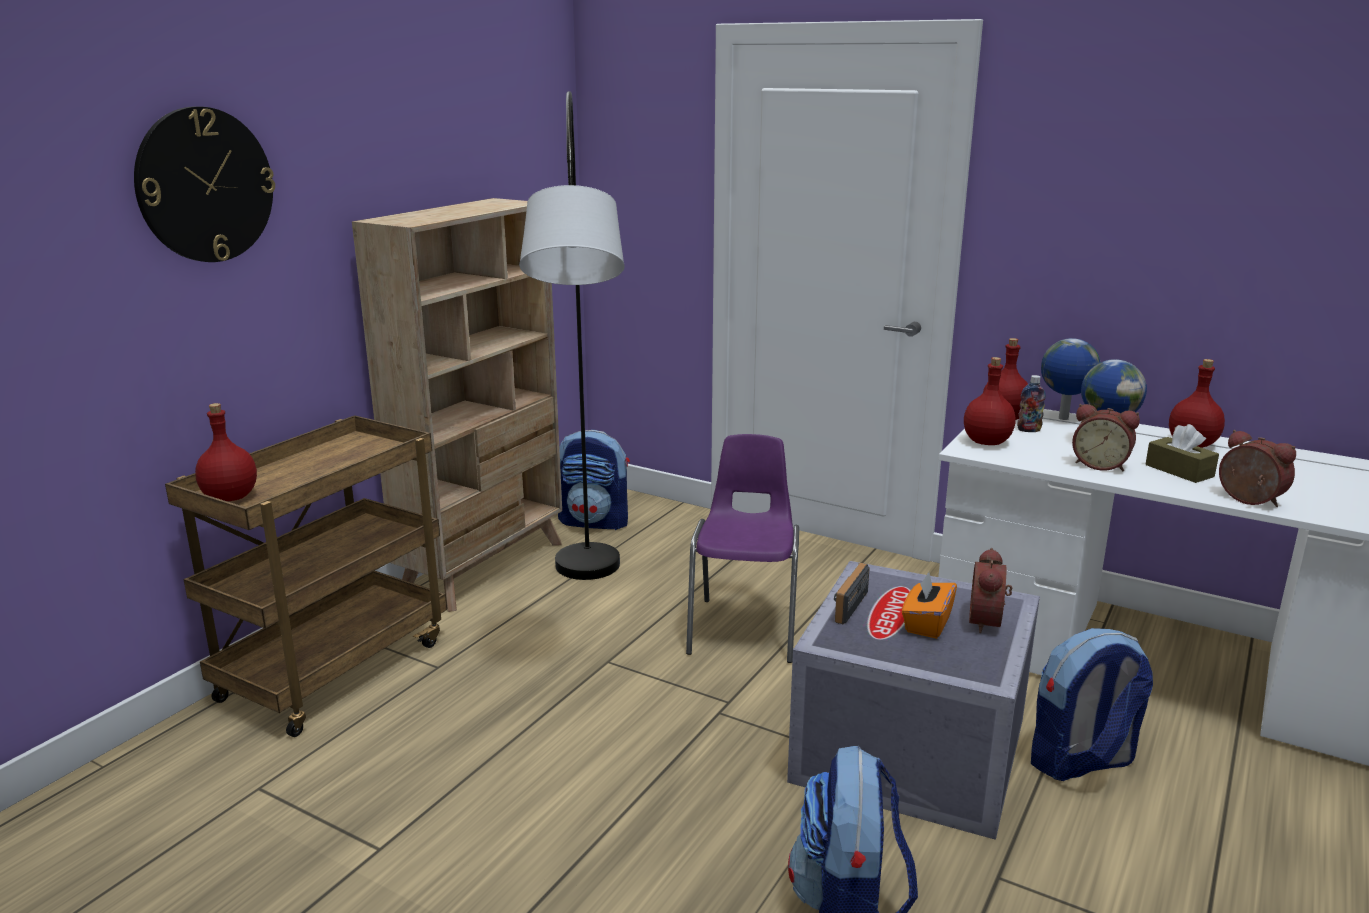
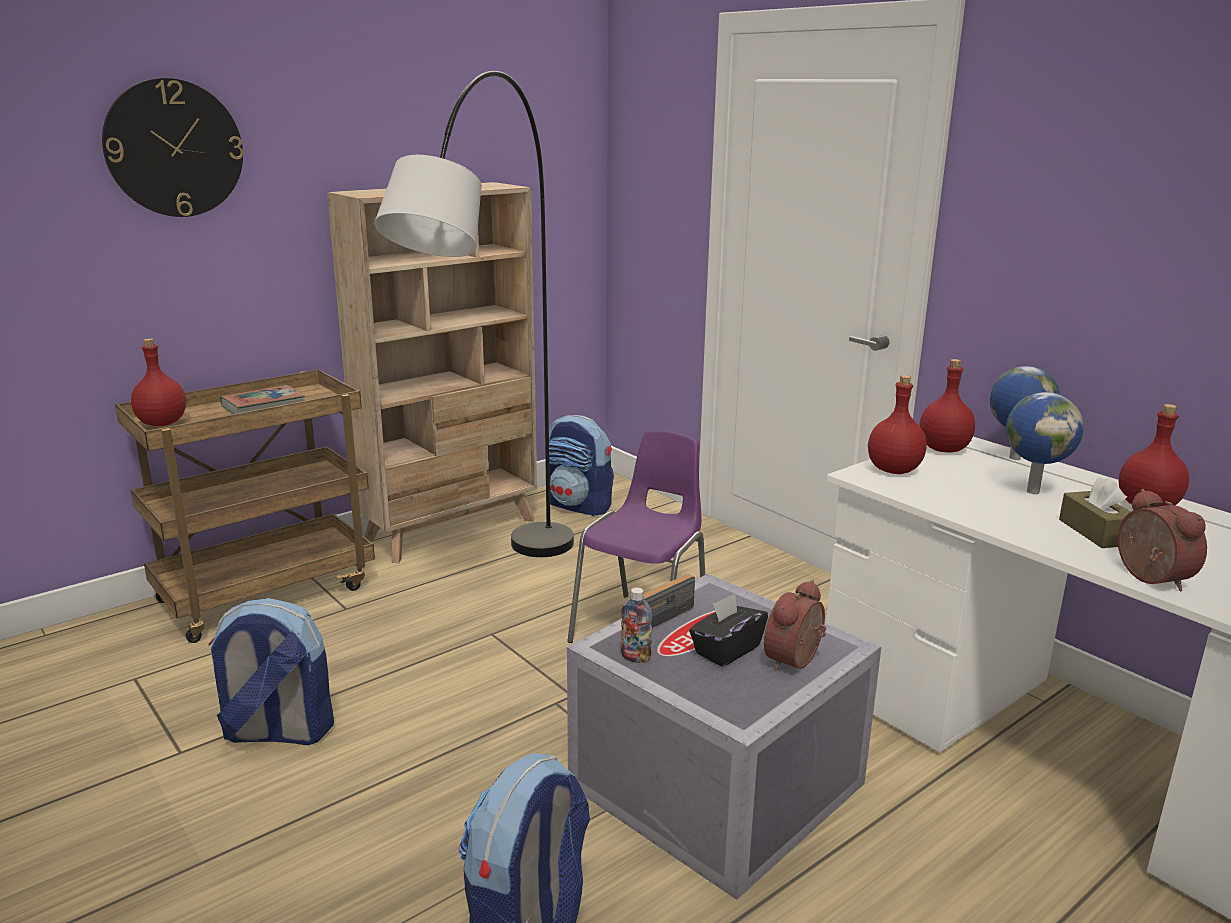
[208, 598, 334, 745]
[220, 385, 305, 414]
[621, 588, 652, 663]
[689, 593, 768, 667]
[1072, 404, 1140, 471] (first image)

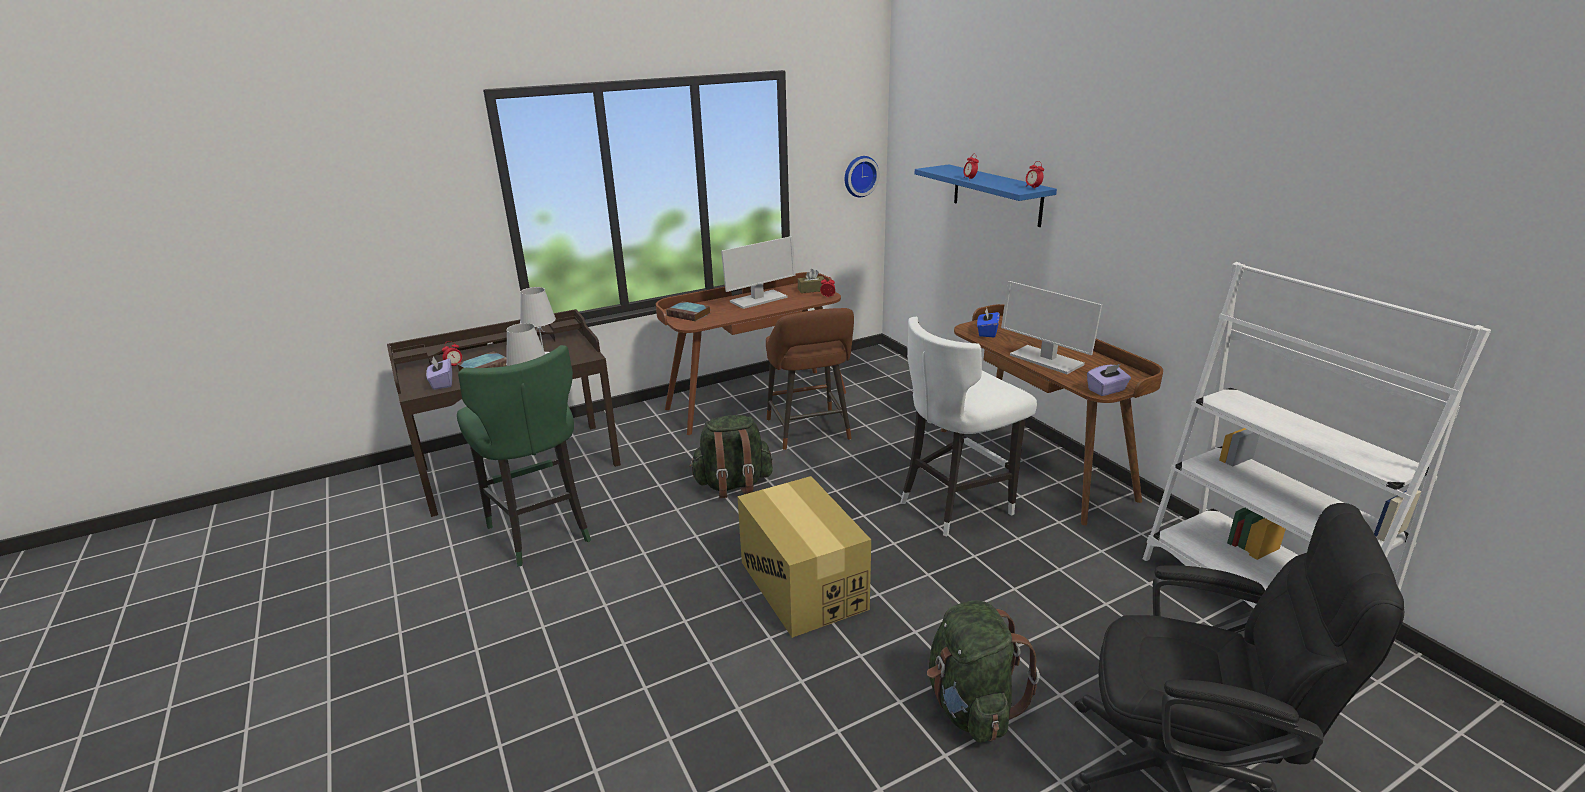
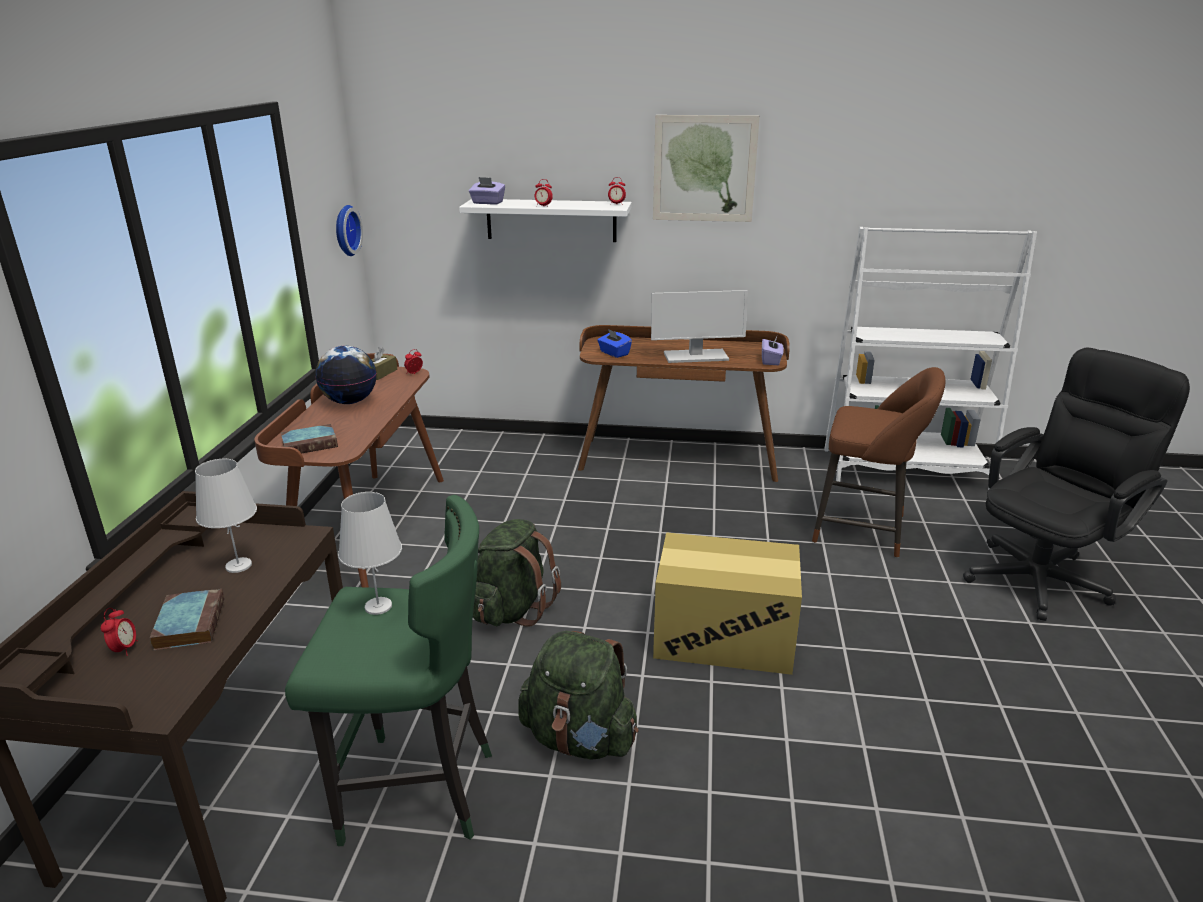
[316, 346, 376, 404]
[459, 199, 632, 242]
[469, 177, 505, 205]
[518, 631, 639, 759]
[653, 115, 760, 222]
[812, 367, 946, 558]
[901, 317, 1037, 537] (first image)

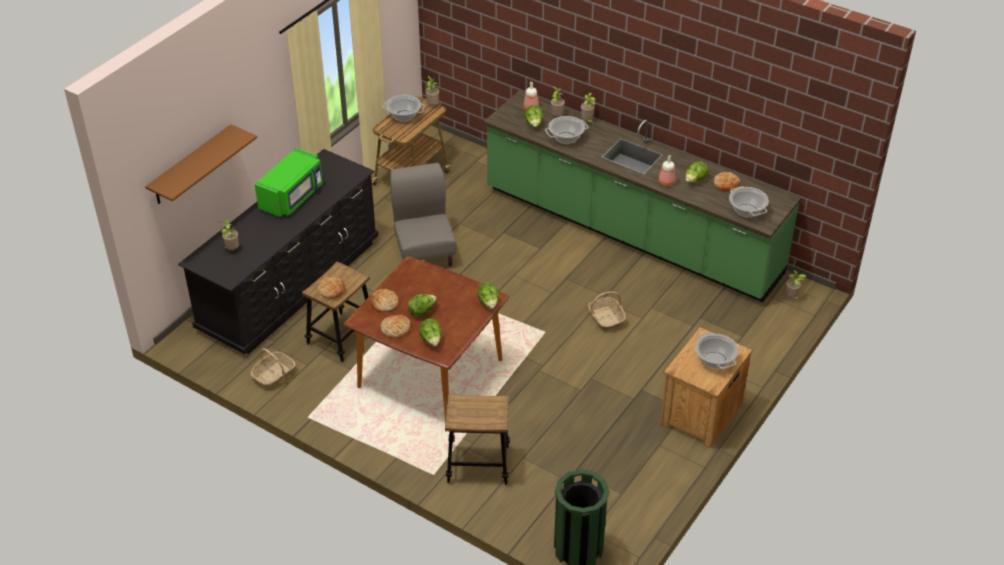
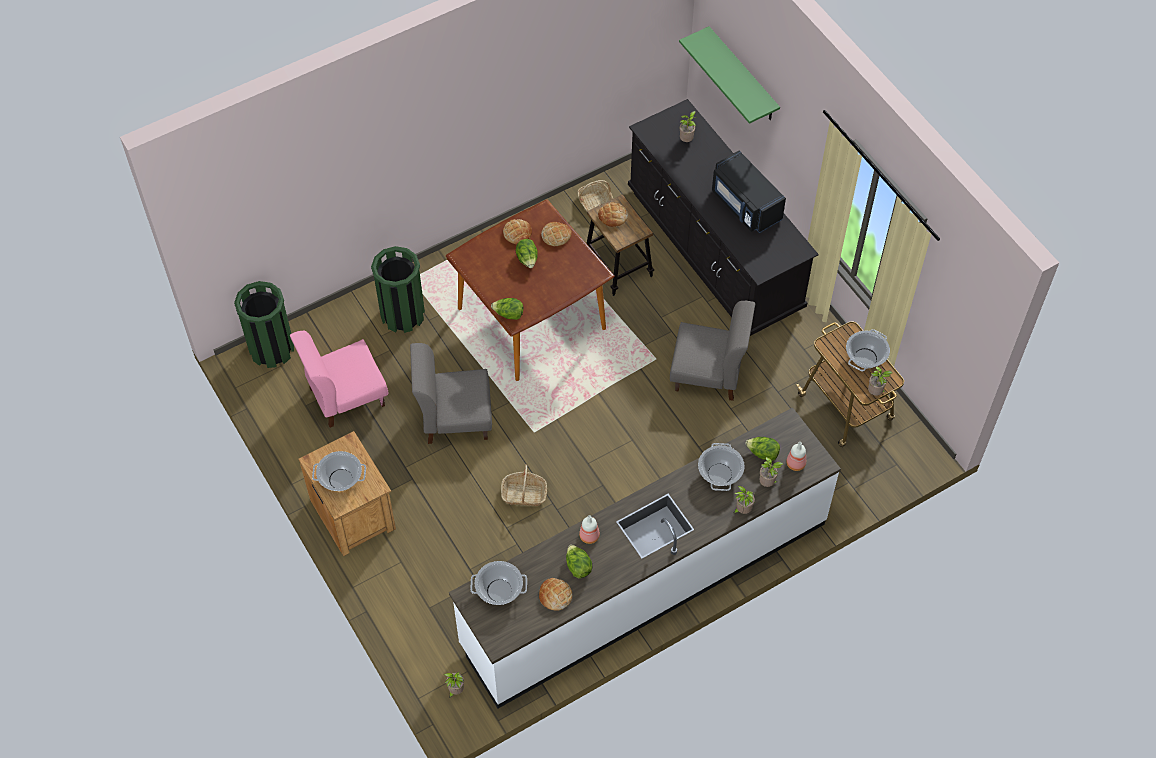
[290, 331, 388, 428]
[371, 246, 425, 333]
[410, 343, 492, 444]
[449, 407, 841, 708]
[679, 26, 780, 124]
[712, 151, 786, 233]
[419, 318, 442, 346] (first image)

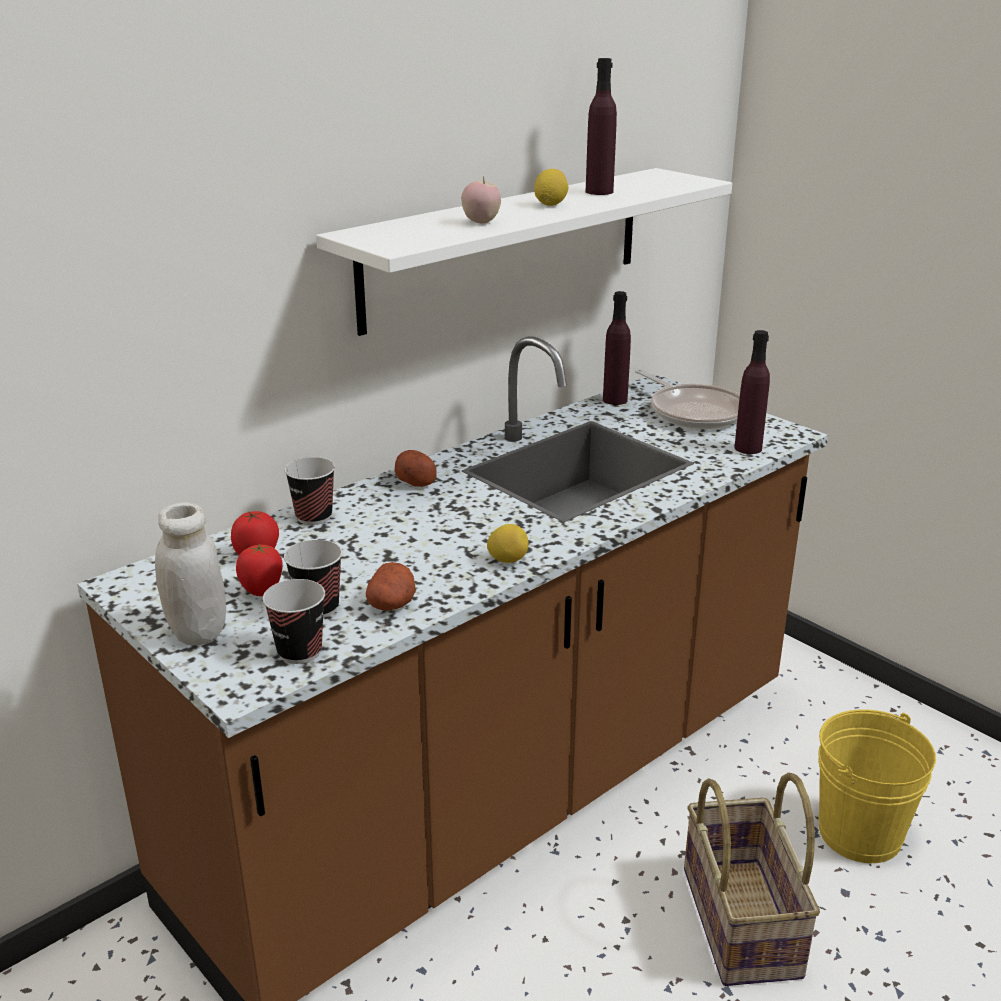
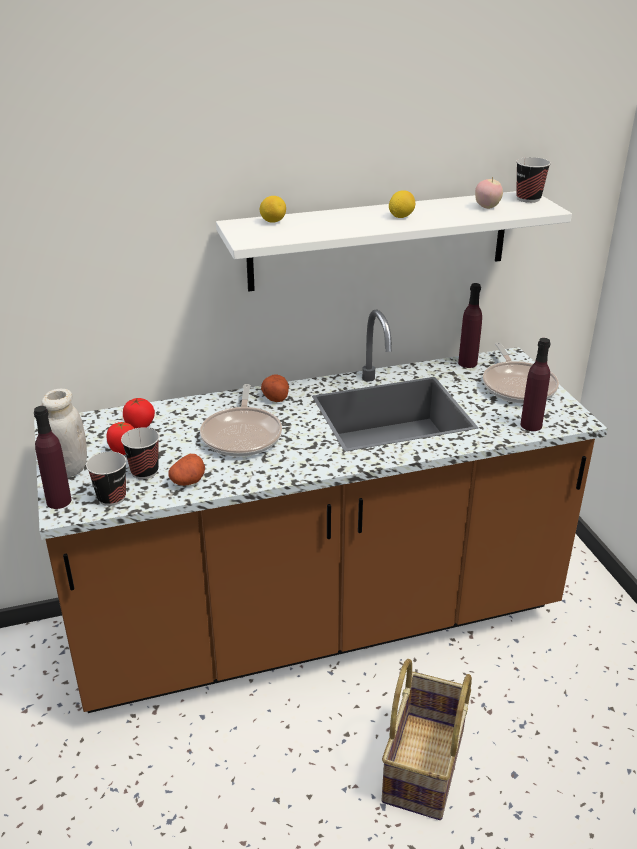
[34, 406, 72, 509]
[200, 384, 282, 457]
[260, 196, 286, 223]
[475, 177, 503, 209]
[516, 157, 551, 203]
[818, 709, 936, 863] (first image)

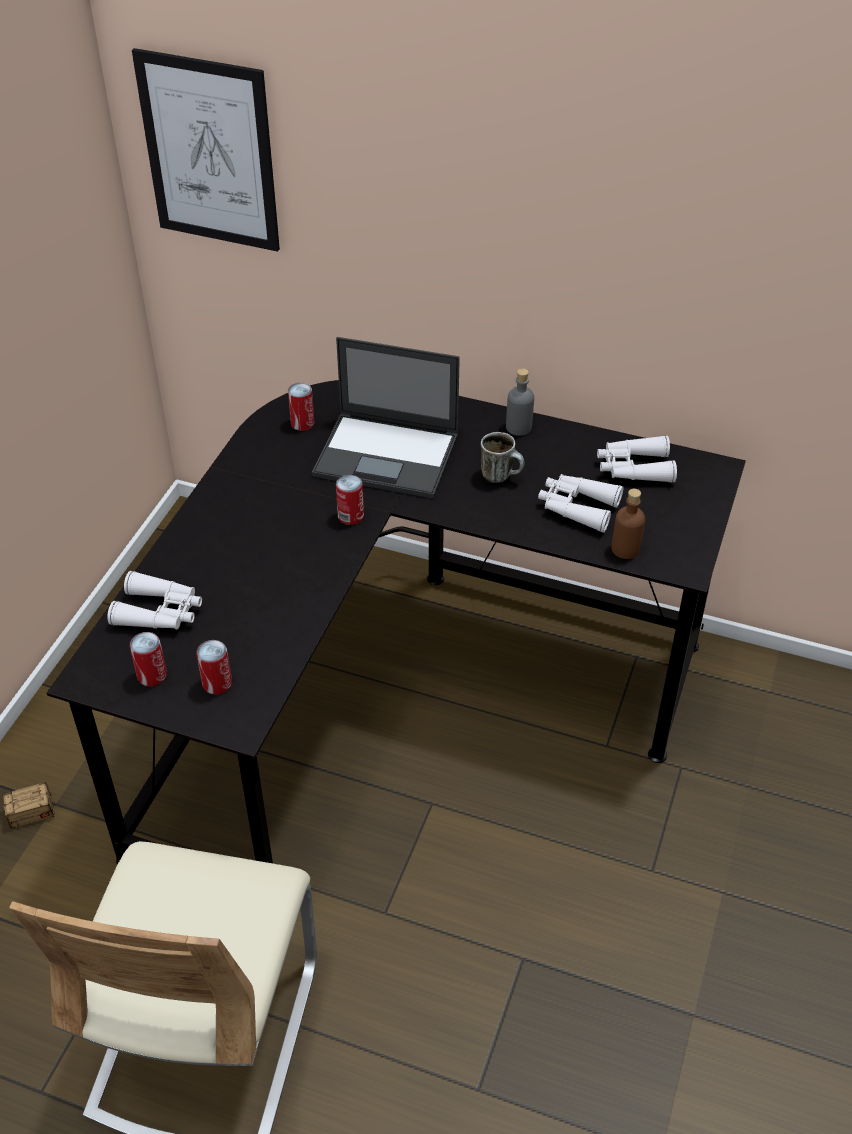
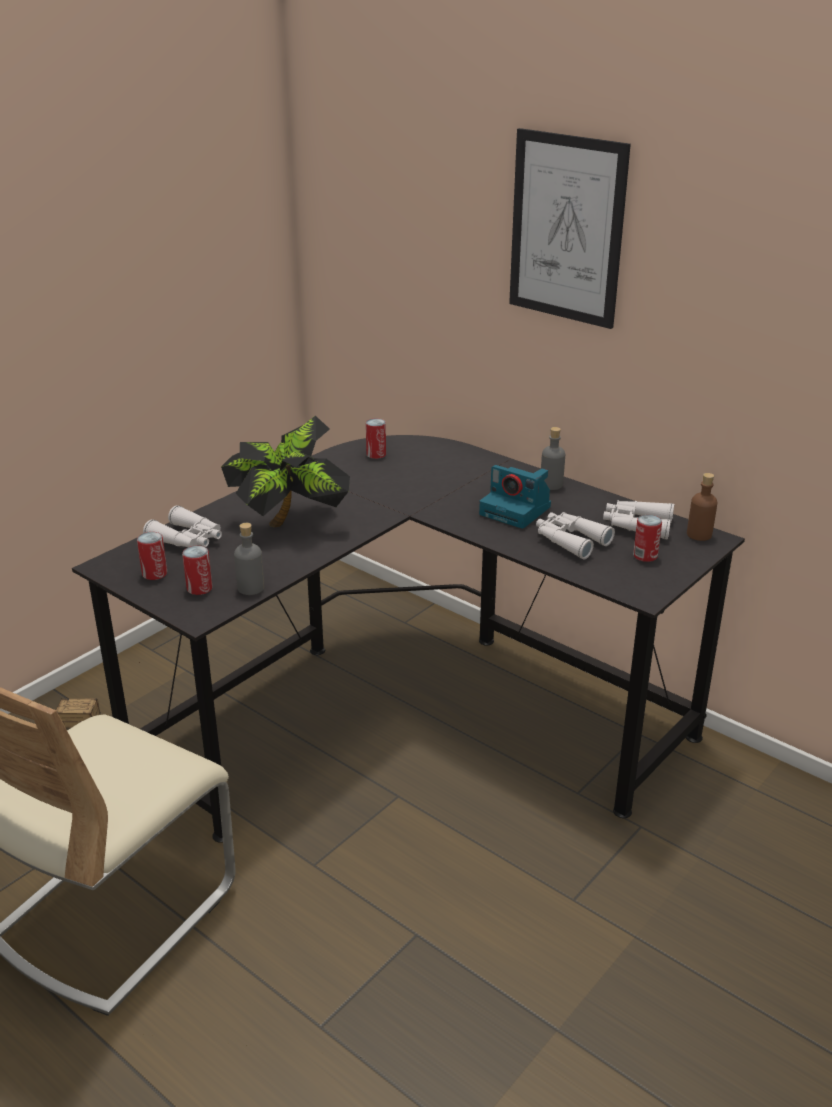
[221, 415, 350, 527]
[234, 523, 264, 595]
[479, 465, 551, 529]
[509, 128, 631, 329]
[633, 515, 662, 562]
[687, 473, 717, 541]
[312, 337, 460, 498] (first image)

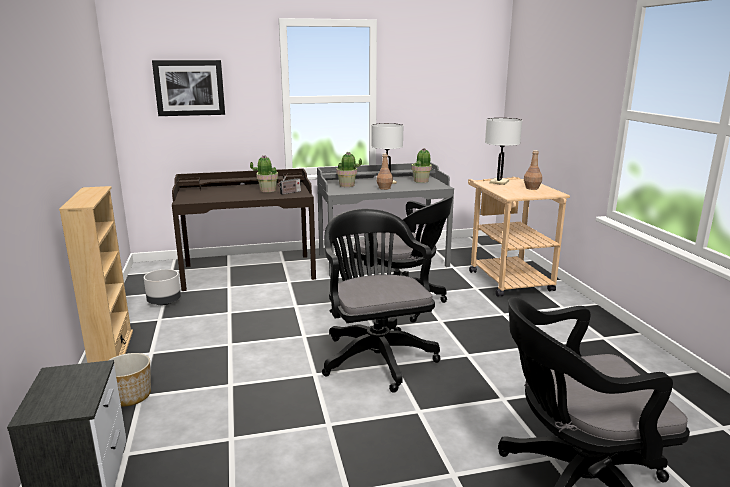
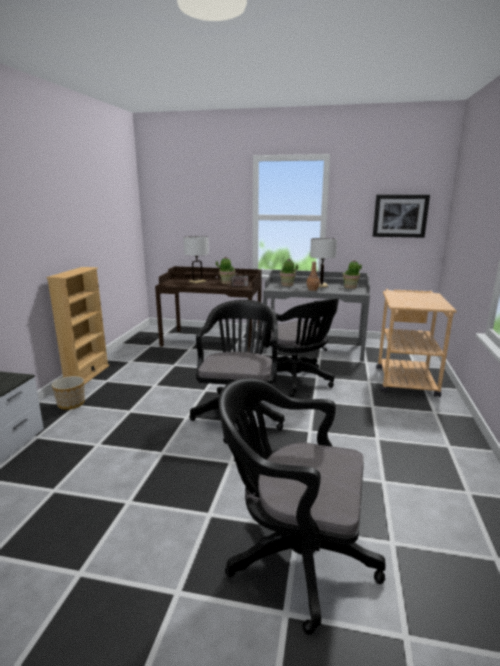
[183, 236, 209, 284]
[373, 195, 430, 238]
[144, 269, 181, 305] (first image)
[524, 150, 542, 190] (first image)

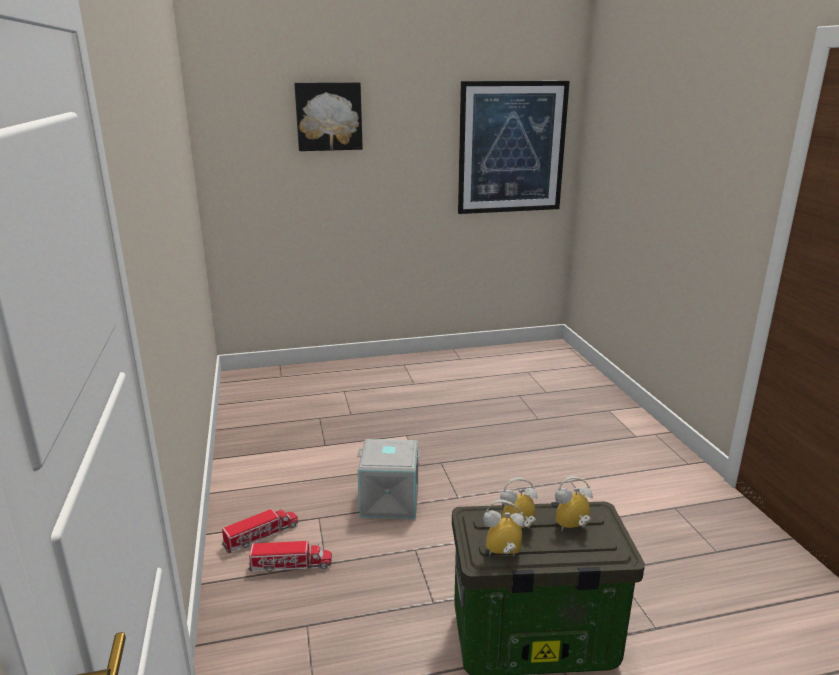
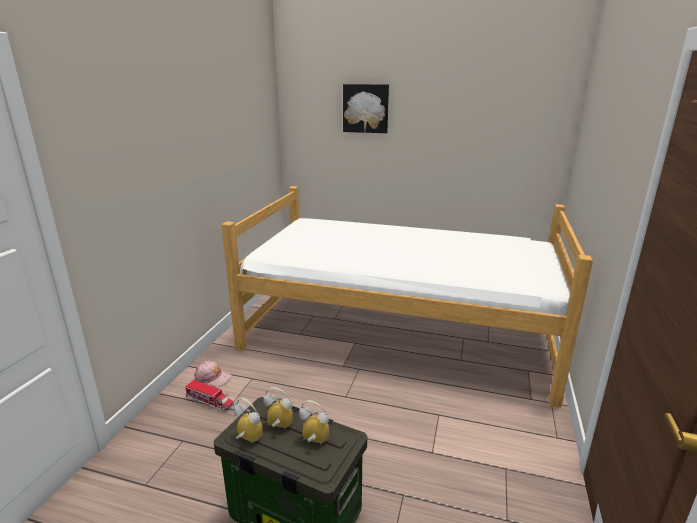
[194, 361, 232, 387]
[222, 186, 593, 408]
[357, 439, 421, 519] (first image)
[458, 81, 570, 214] (first image)

